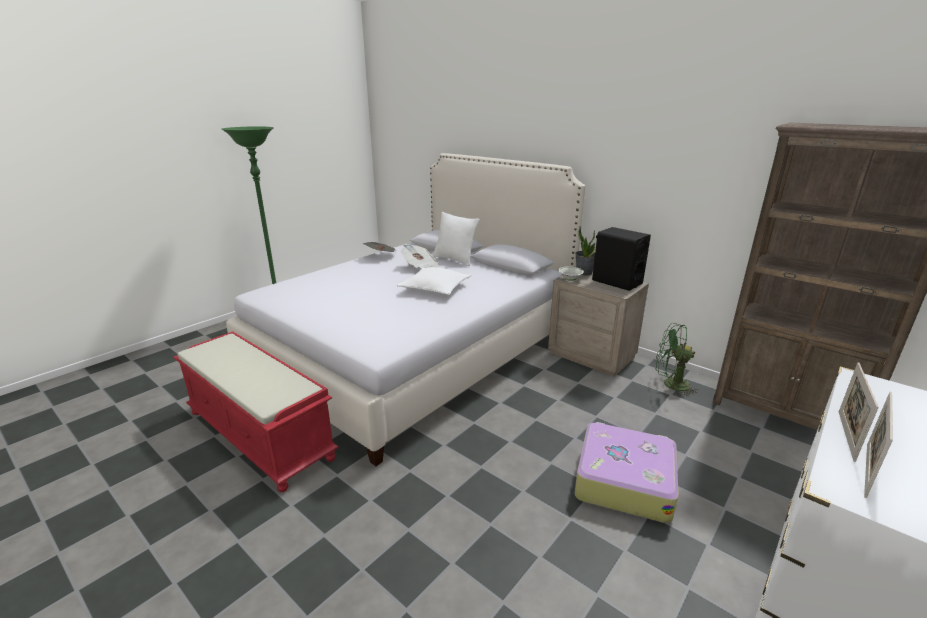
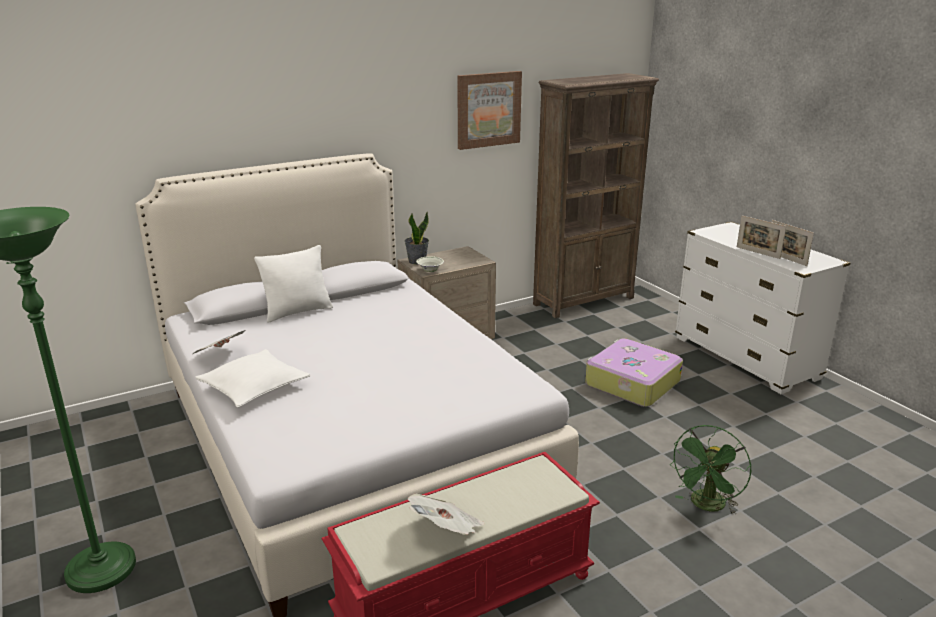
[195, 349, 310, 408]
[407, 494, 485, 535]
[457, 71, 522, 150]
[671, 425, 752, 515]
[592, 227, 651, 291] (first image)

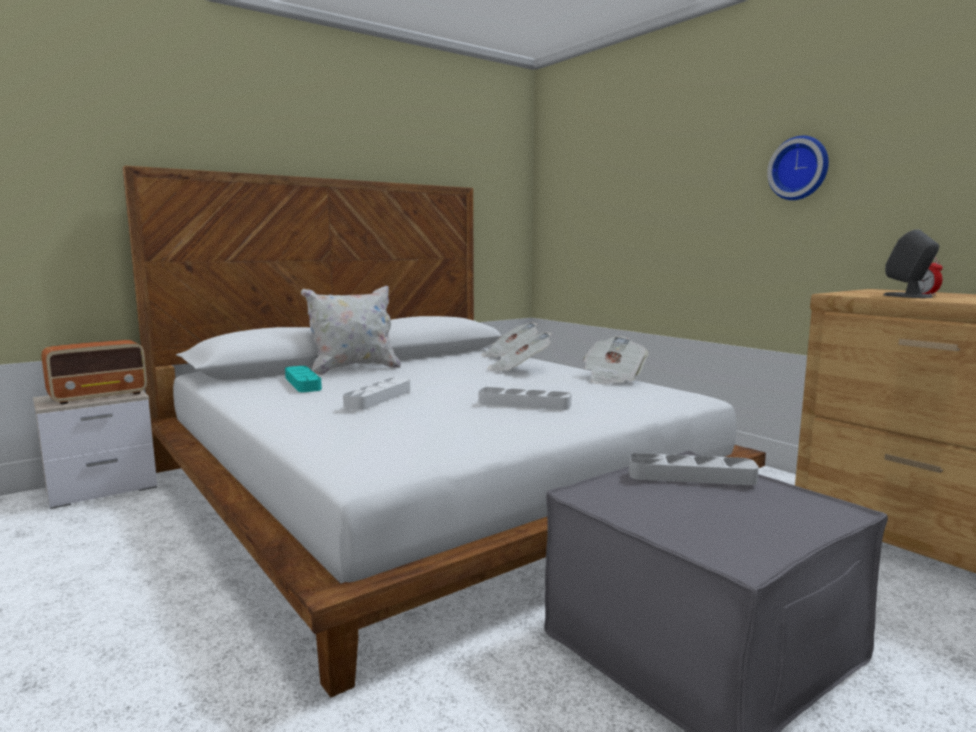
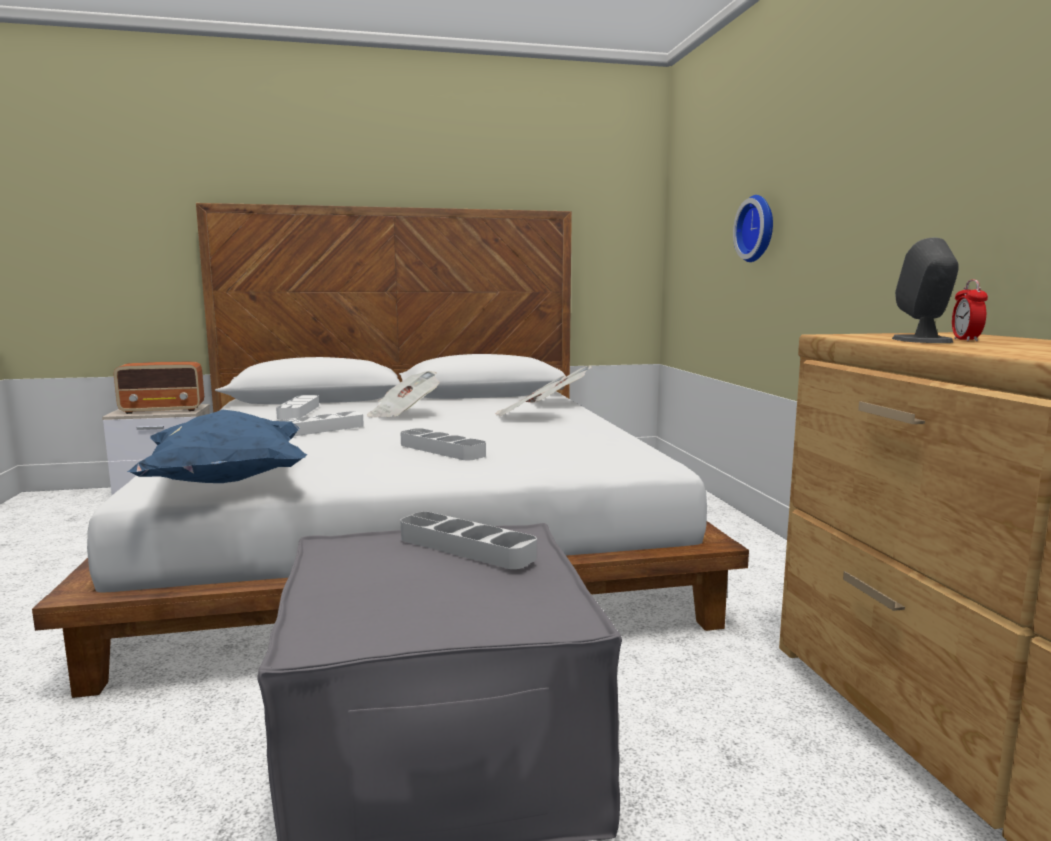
[127, 410, 307, 483]
[276, 395, 319, 419]
[367, 371, 439, 418]
[733, 195, 773, 262]
[301, 286, 401, 375] (first image)

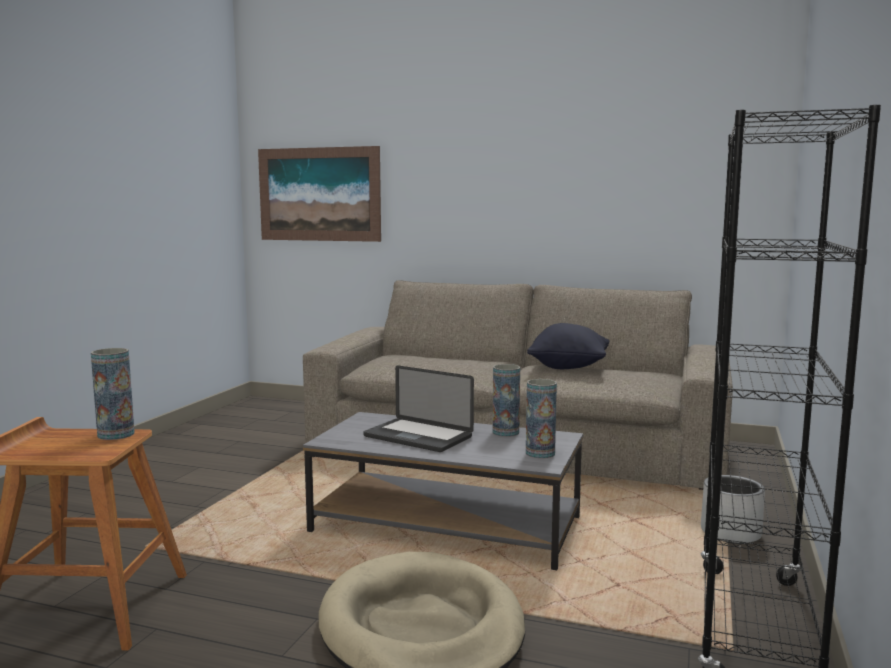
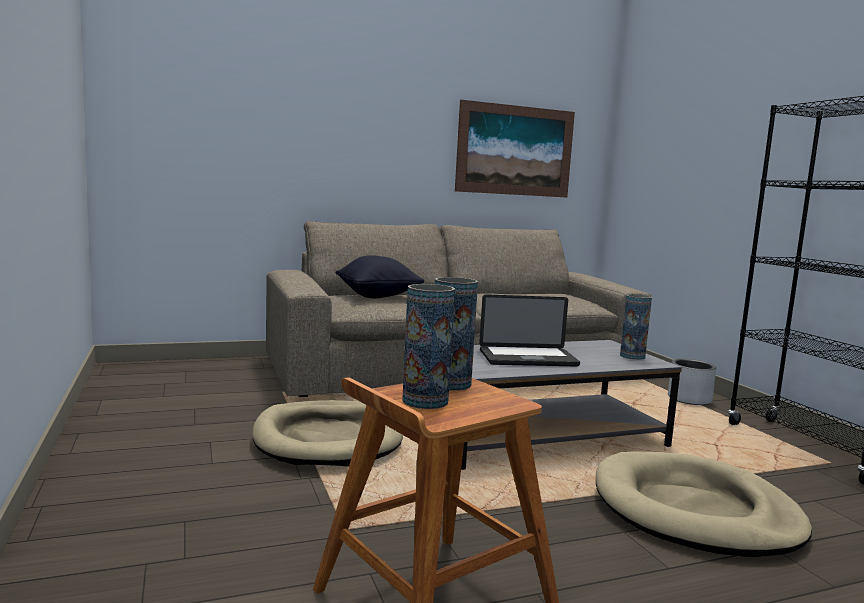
[252, 400, 403, 467]
[335, 255, 424, 298]
[402, 284, 455, 409]
[455, 100, 575, 197]

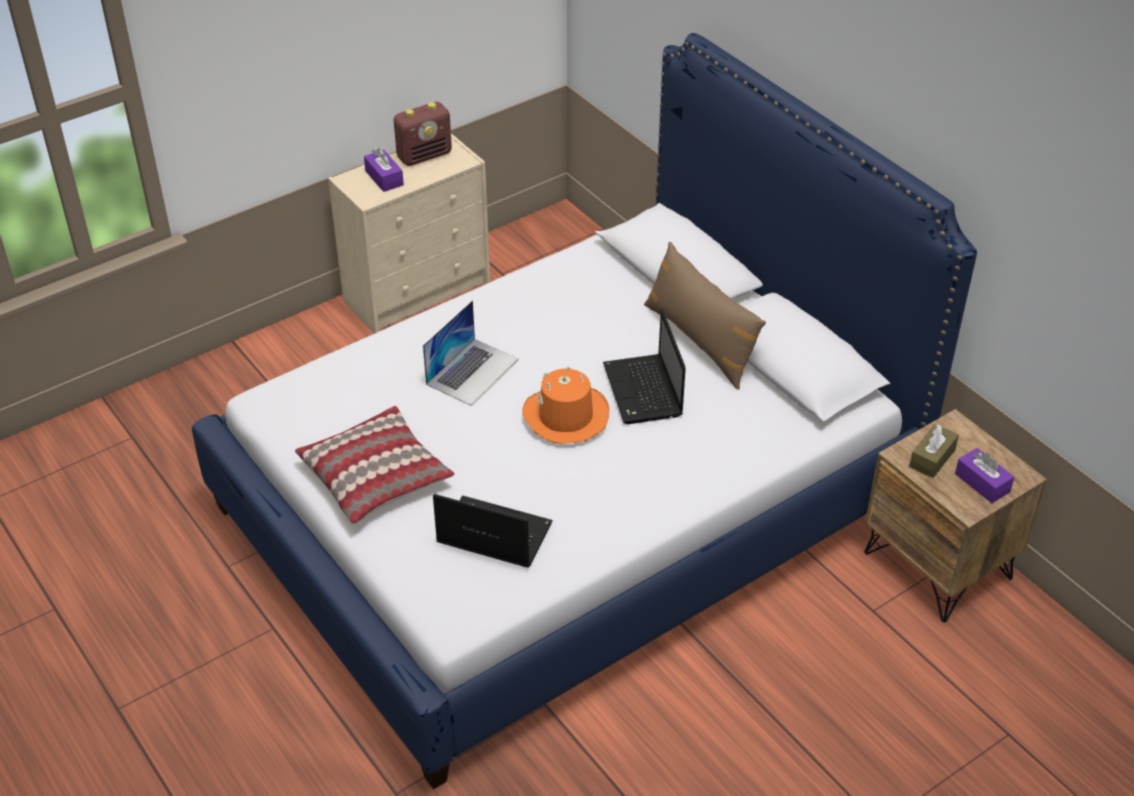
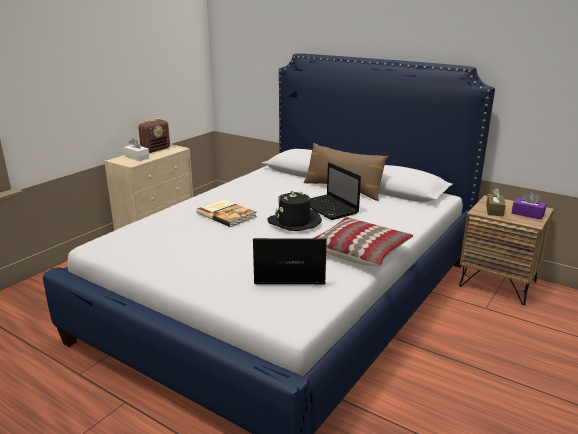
[124, 138, 149, 161]
[197, 199, 257, 227]
[267, 191, 322, 231]
[314, 217, 413, 266]

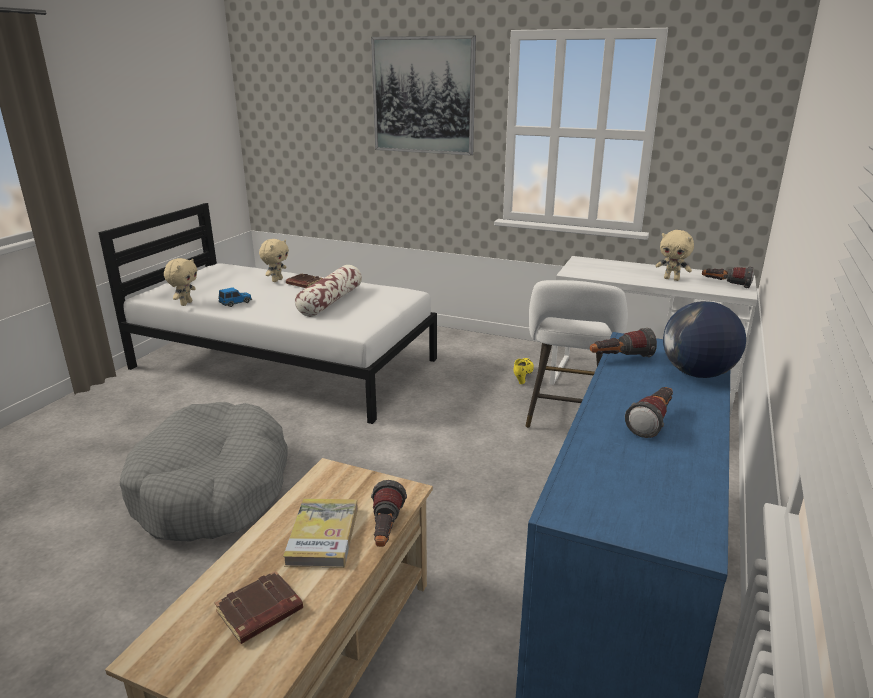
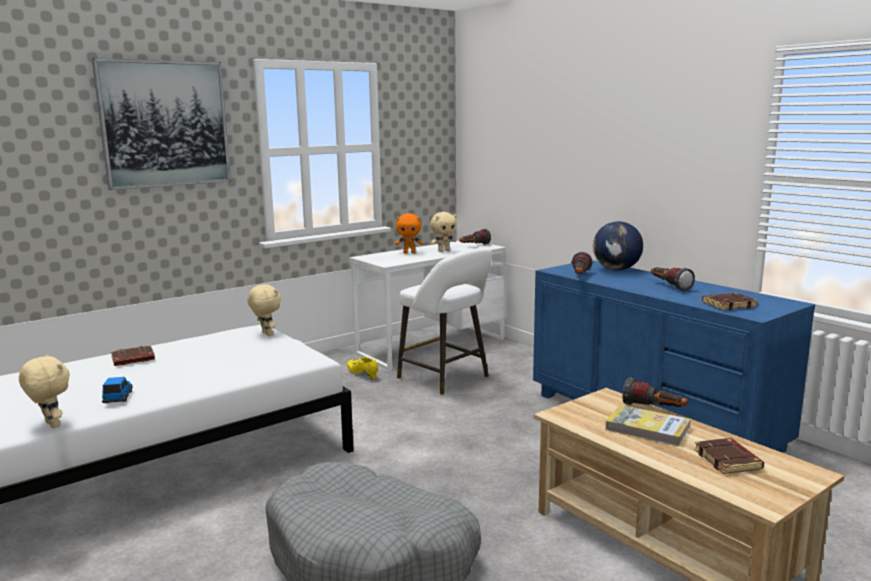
[247, 284, 281, 336]
[395, 213, 423, 253]
[702, 293, 758, 310]
[295, 265, 362, 317] (first image)

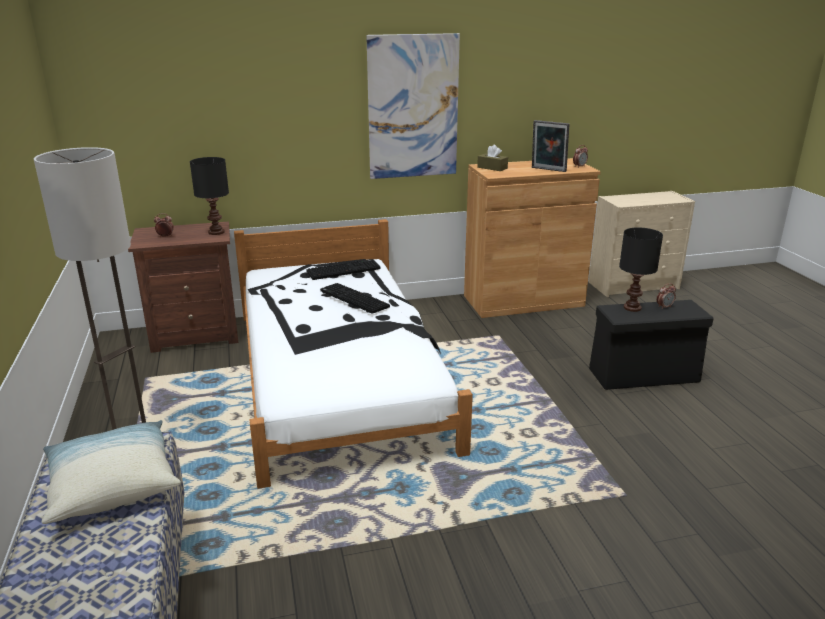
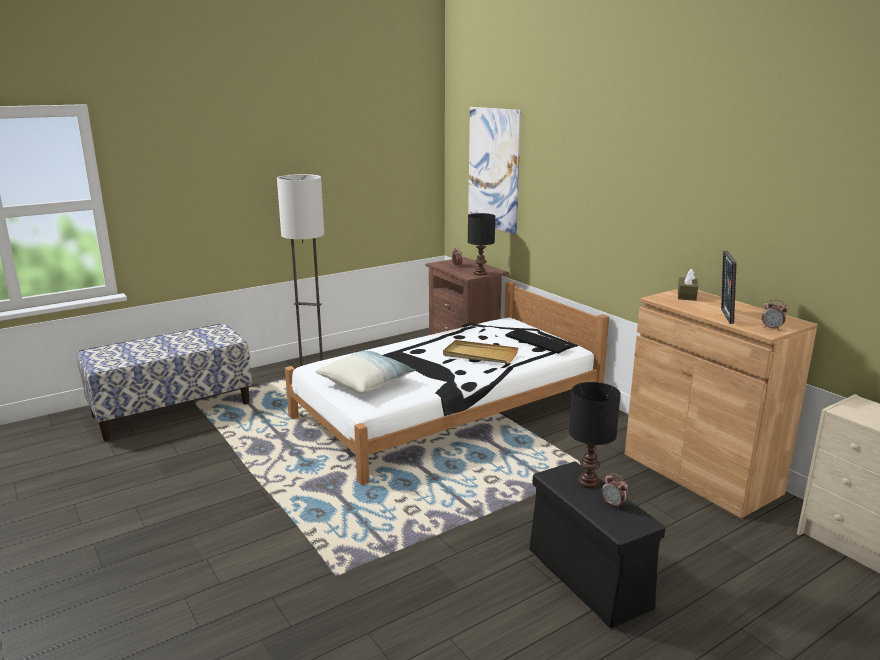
[315, 351, 416, 394]
[443, 340, 518, 364]
[468, 107, 521, 235]

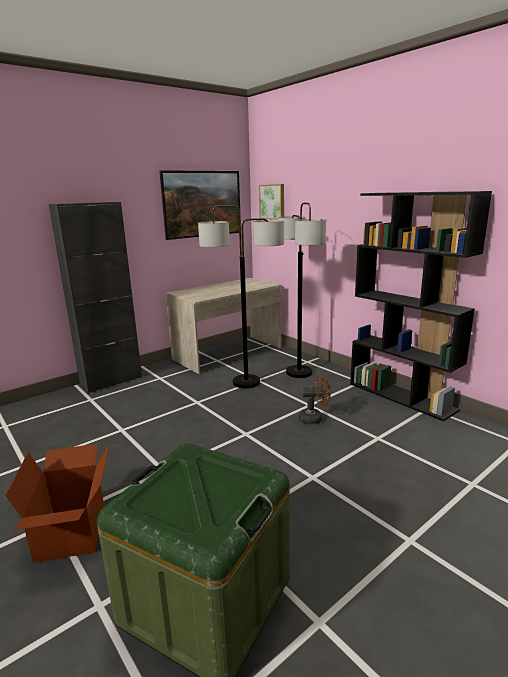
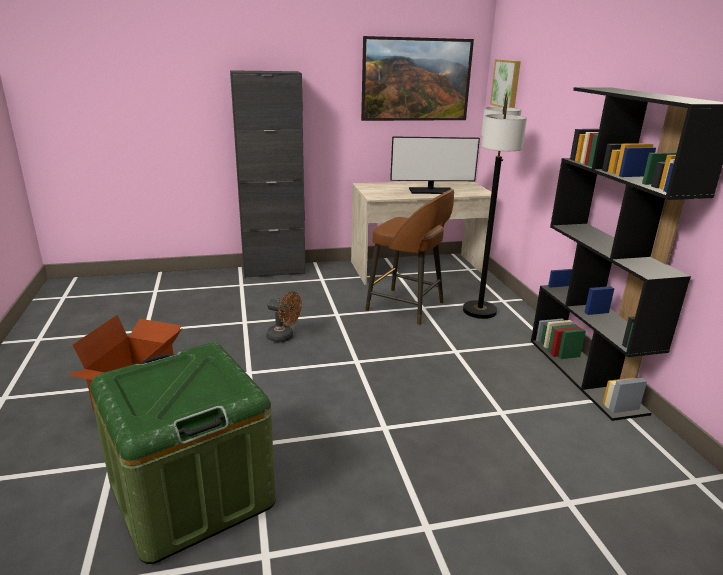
[266, 291, 302, 342]
[365, 189, 454, 325]
[390, 136, 480, 194]

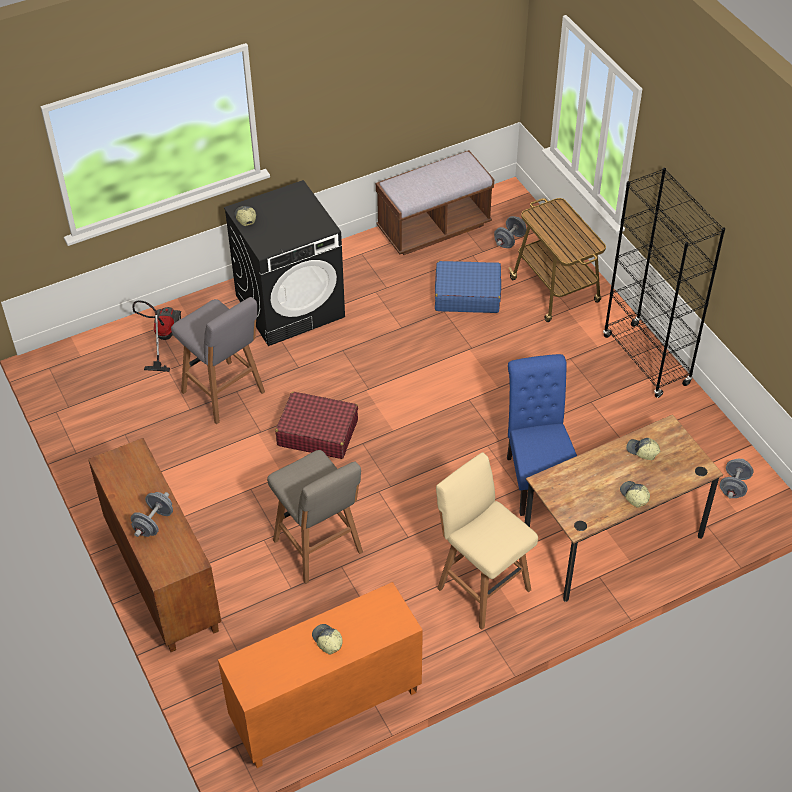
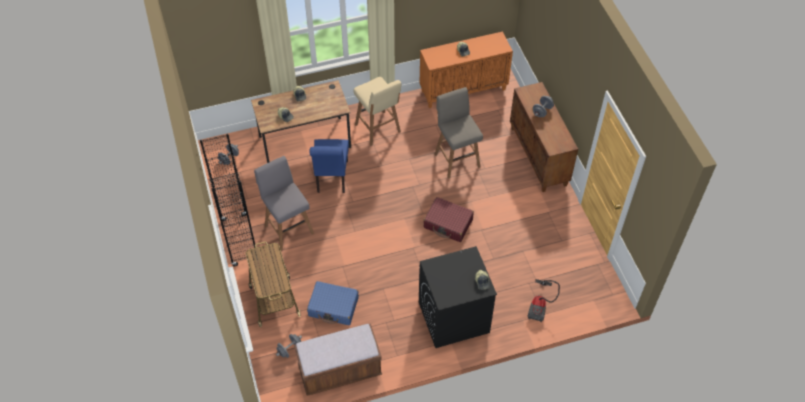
[254, 156, 314, 251]

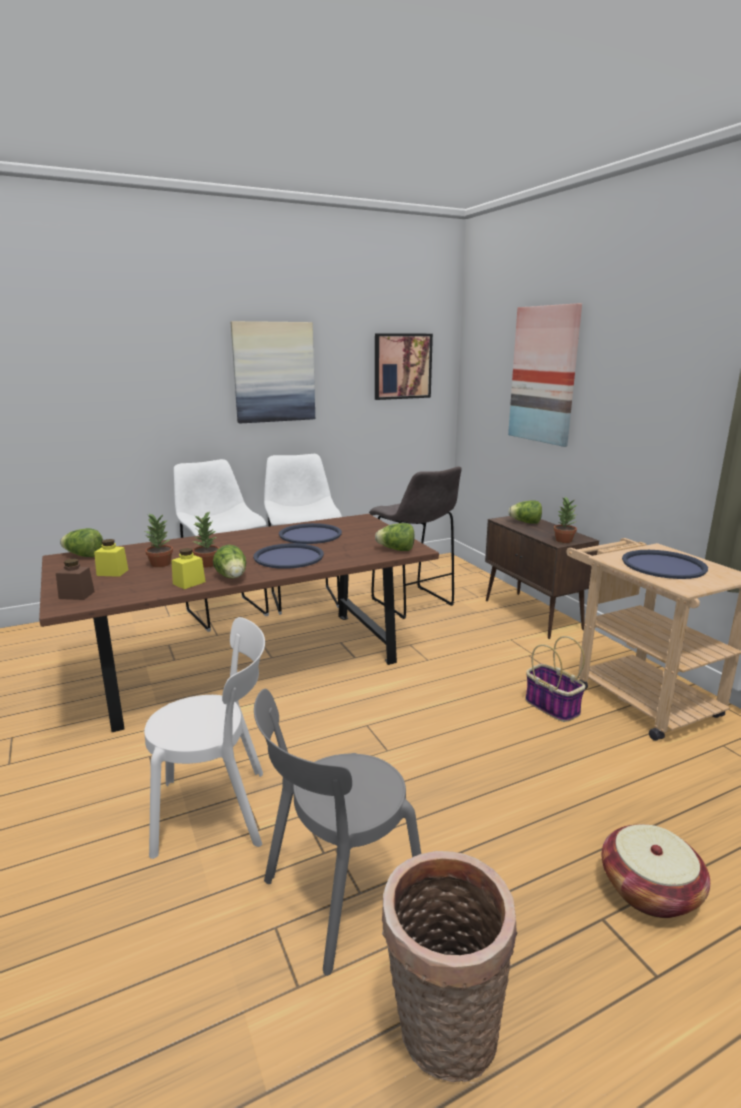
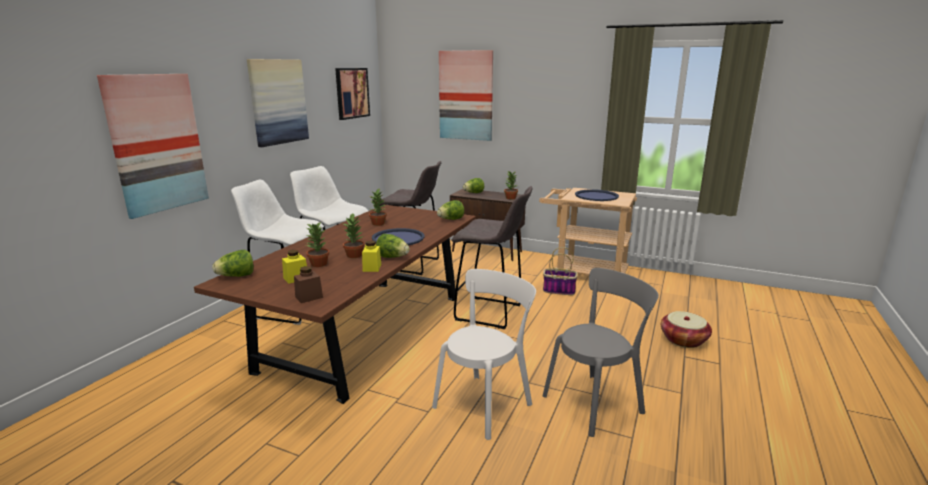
[97, 74, 209, 219]
[369, 189, 387, 226]
[451, 186, 533, 329]
[543, 268, 659, 437]
[382, 851, 517, 1082] (first image)

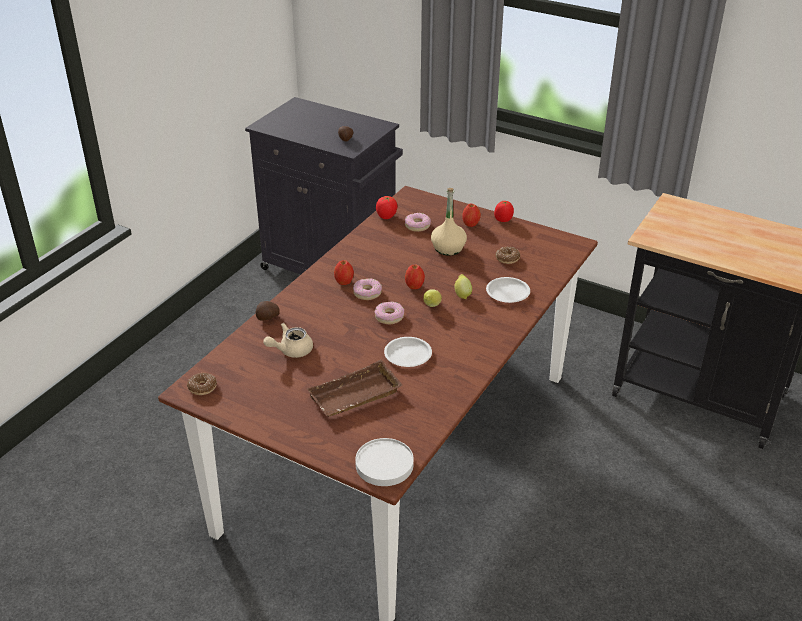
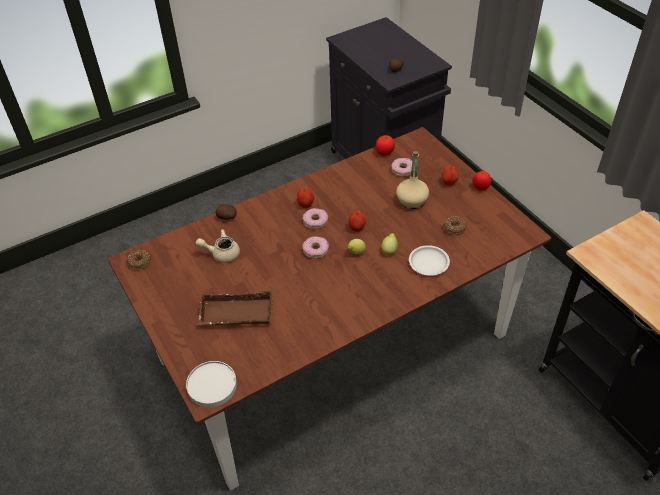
[384, 337, 432, 367] (first image)

